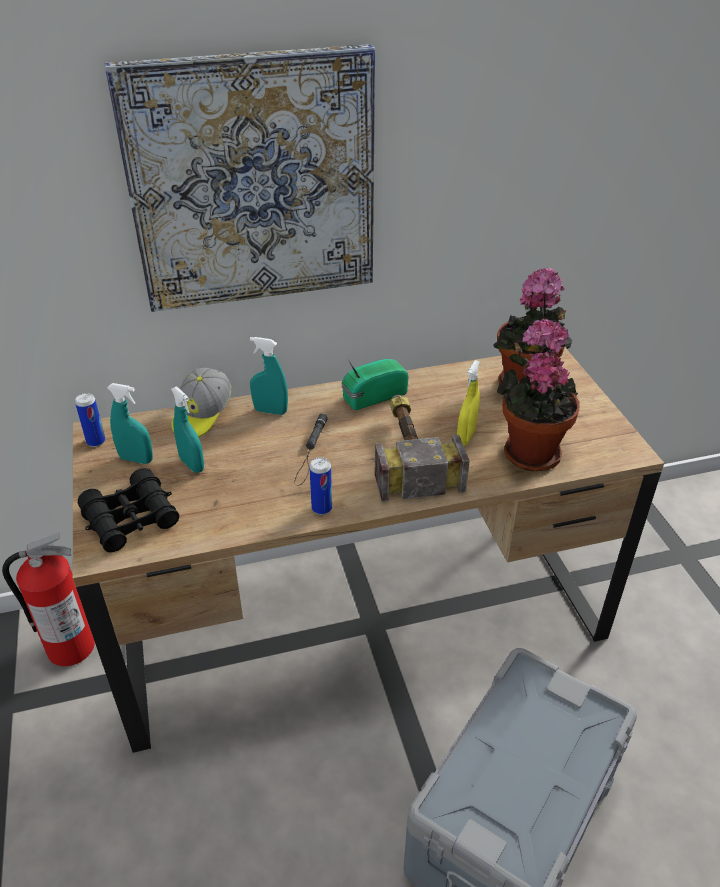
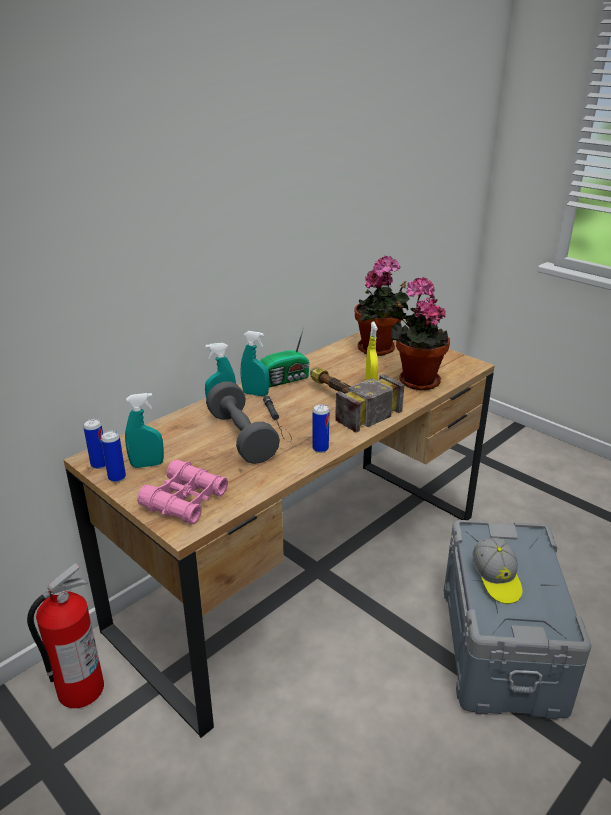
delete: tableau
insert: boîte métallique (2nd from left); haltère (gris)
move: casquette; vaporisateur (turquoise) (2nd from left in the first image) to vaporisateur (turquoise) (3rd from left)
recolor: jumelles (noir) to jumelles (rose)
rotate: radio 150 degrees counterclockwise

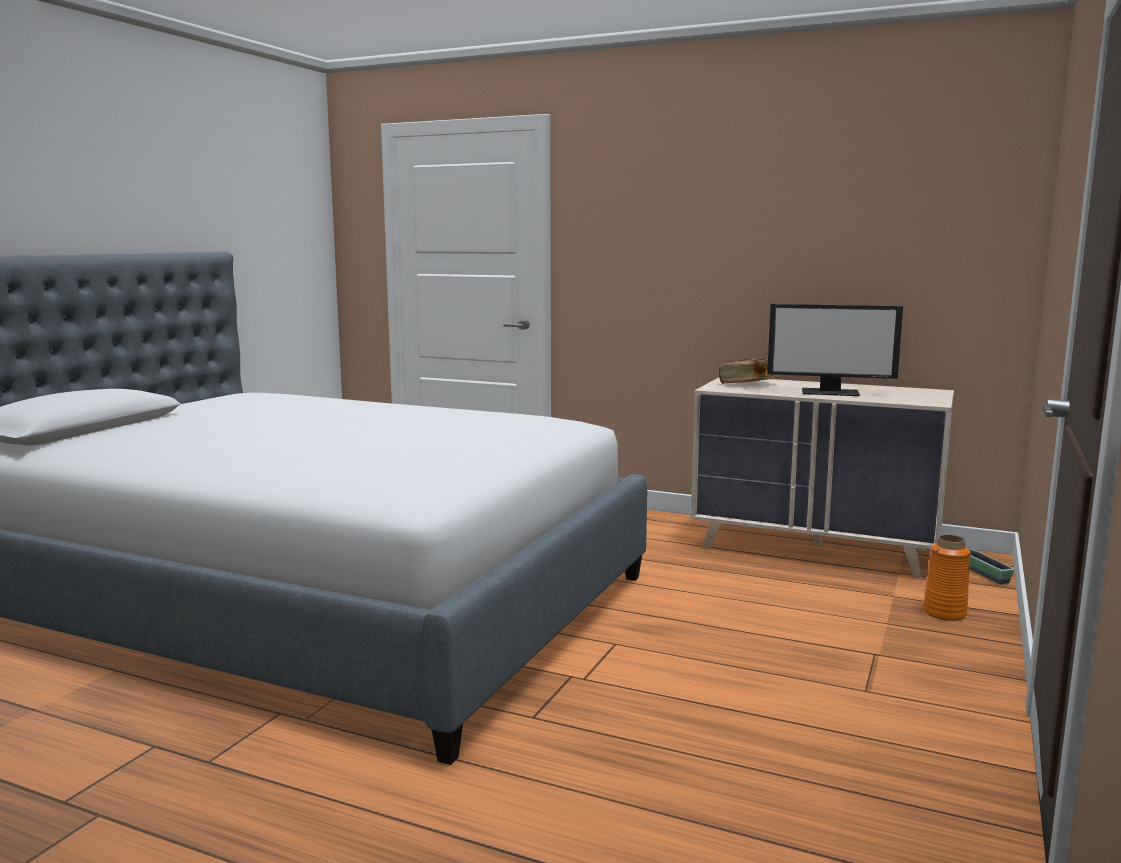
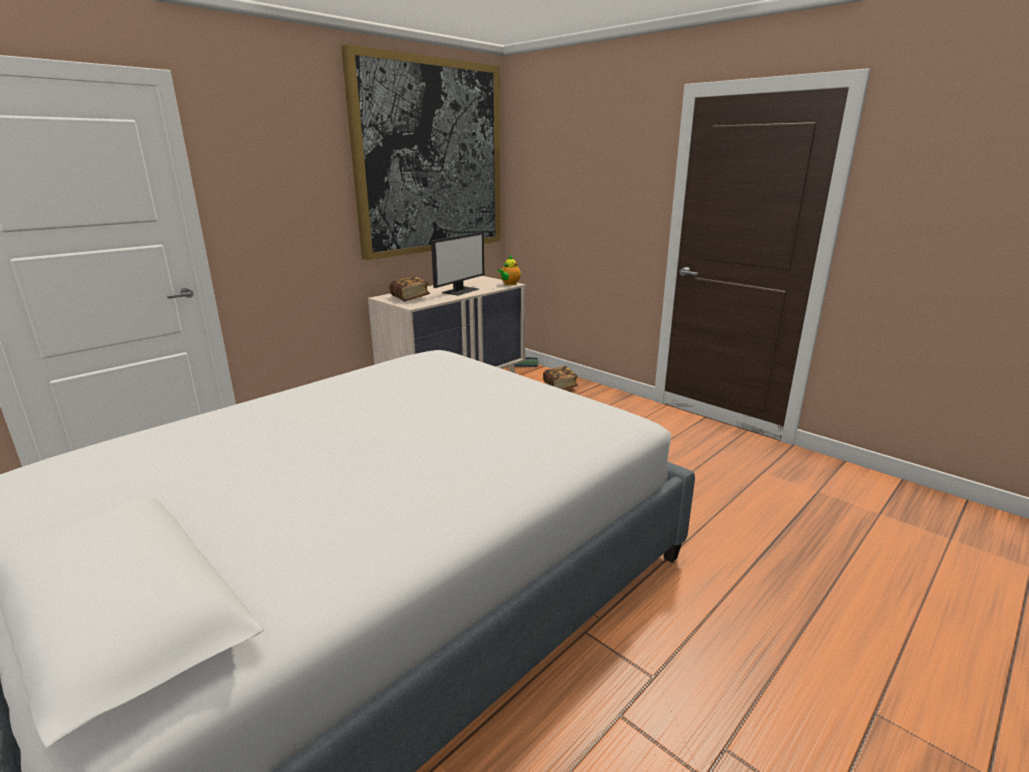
insert: tableau; théière
replace: vase (orange) to livre (2nd from left)

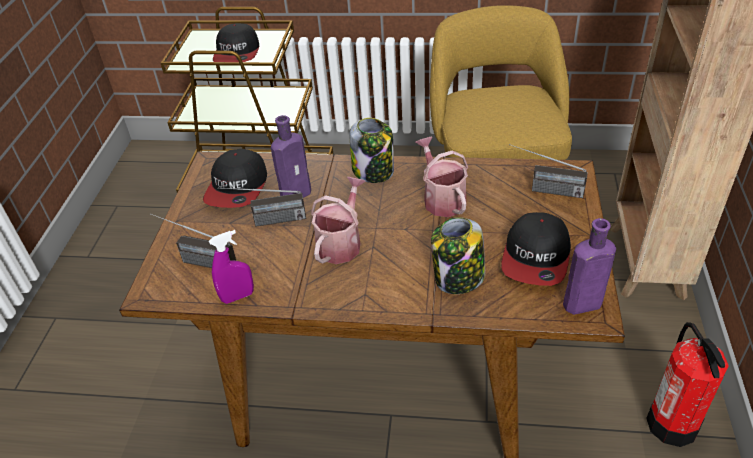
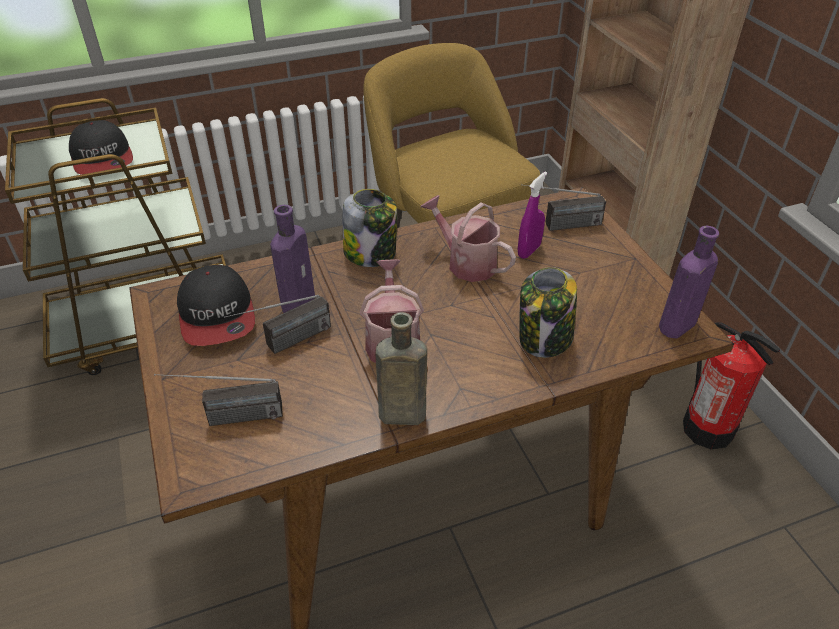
delete: casquette (3rd from left)
insert: bouteille (marron)
move: vaporisateur (violet)

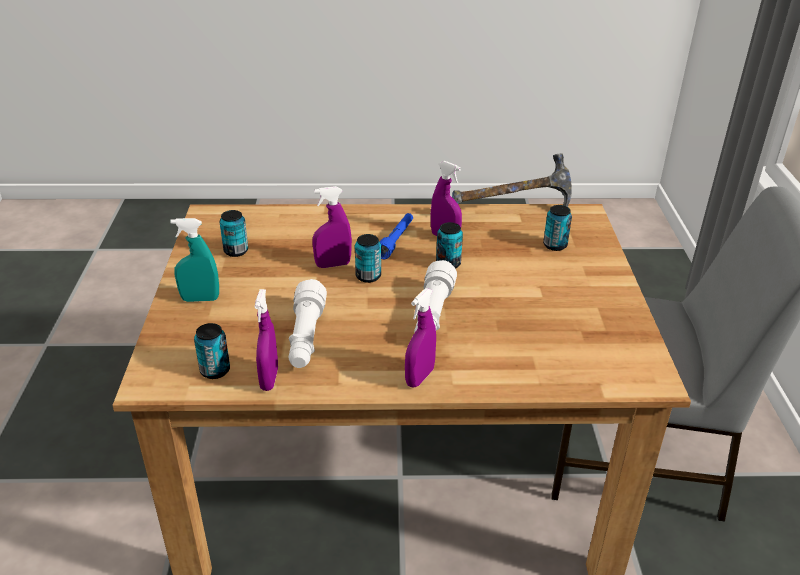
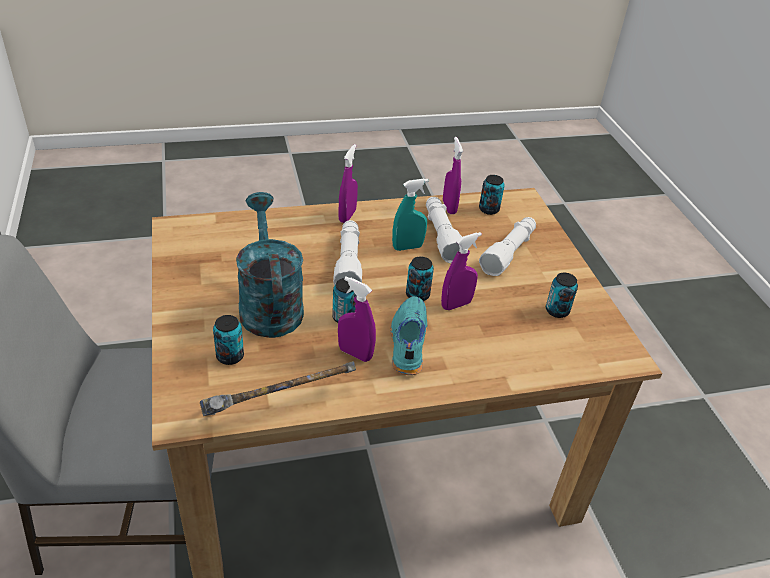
insert: arrosoir (turquoise); lampe de poche (blanc) (3rd from left)
move: vaporisateur (turquoise)
replace: lampe de poche (bleu) to chaussure (turquoise)

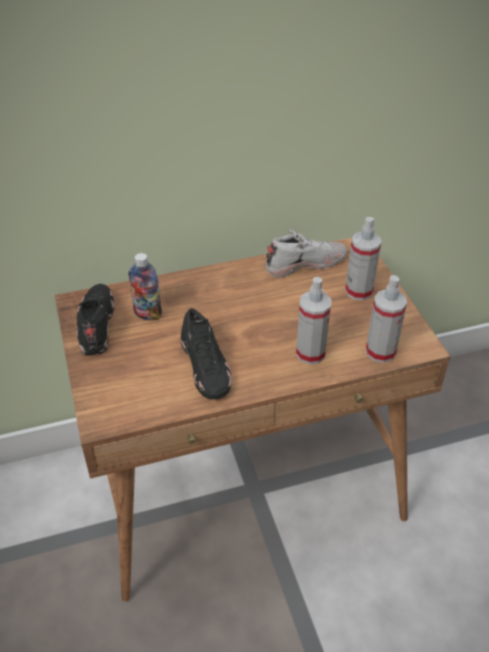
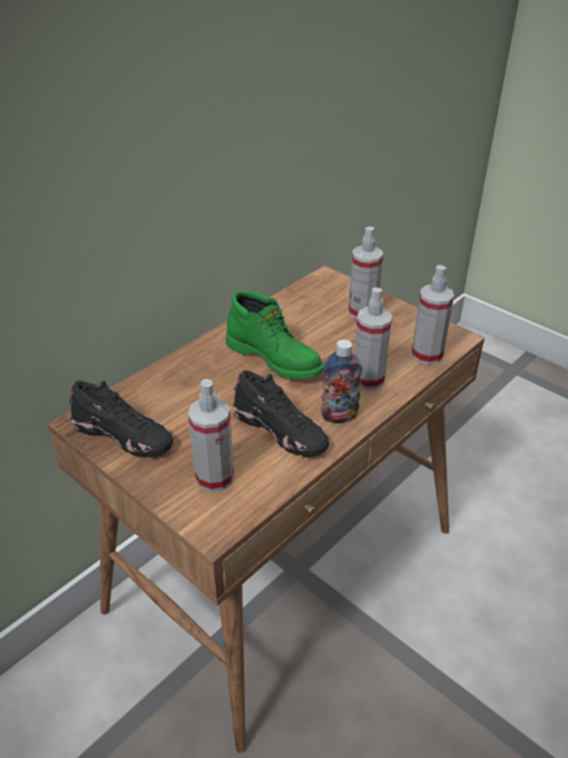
delete: chaussure (blanc)
insert: vaporisateur (1st from left); botte (vert)
move: bouteille
rotate: chaussure (noir) (1st from left) 150 degrees clockwise

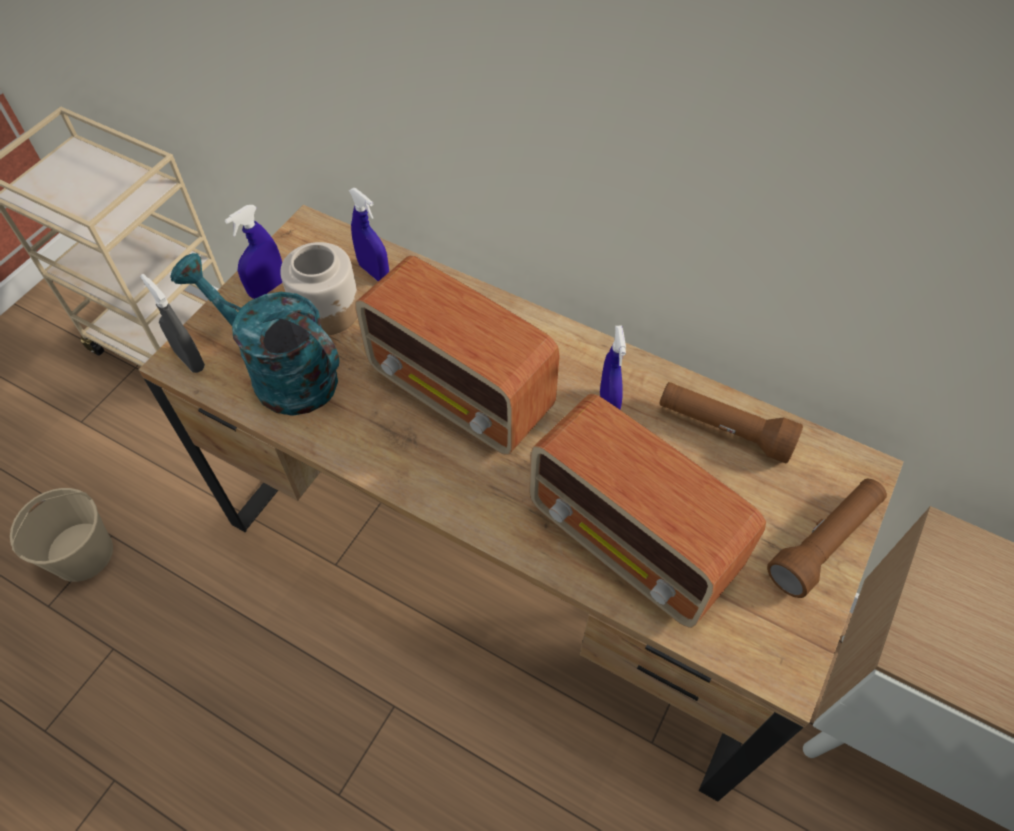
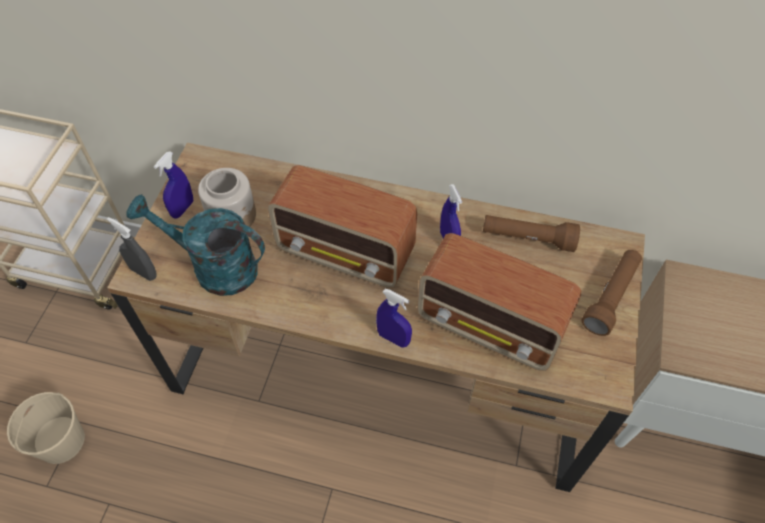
move: vaporisateur (bleu) (2nd from left)

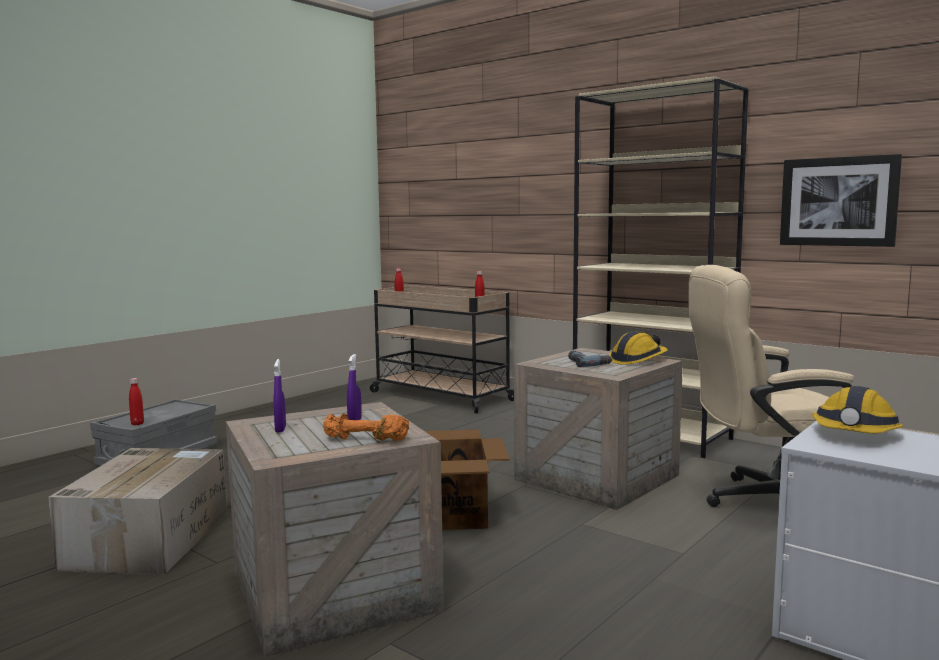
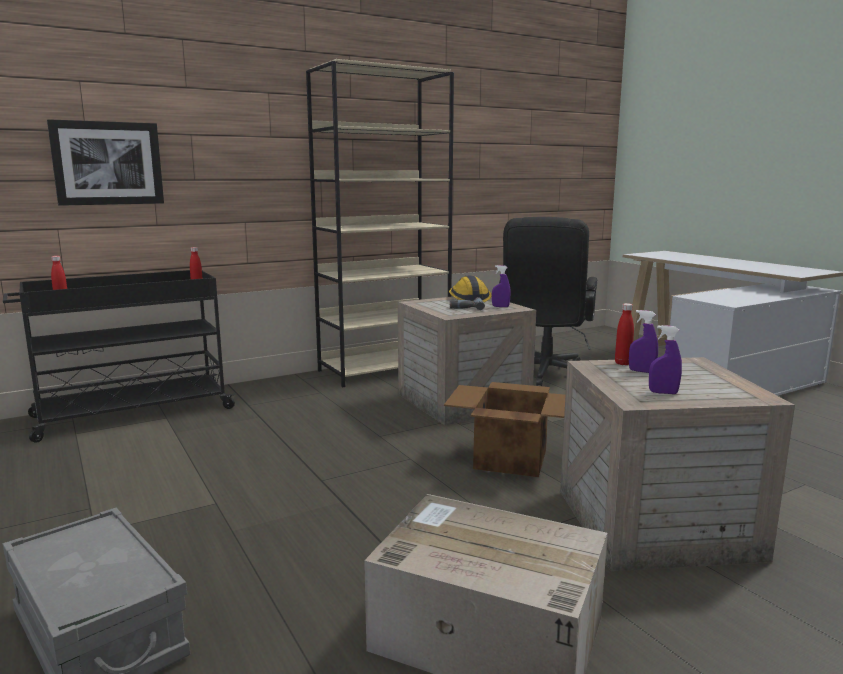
delete: haltère (orange); casque de chantier (2nd from left)
insert: vaporisateur (violet) (1st from left)
move: bouteille (rouge) (1st from left in the first image) to bouteille (rouge) (3rd from left); tableau
recolor: chariot (beige) to chariot (noir); chaise de bureau (beige) to chaise de bureau (noir)

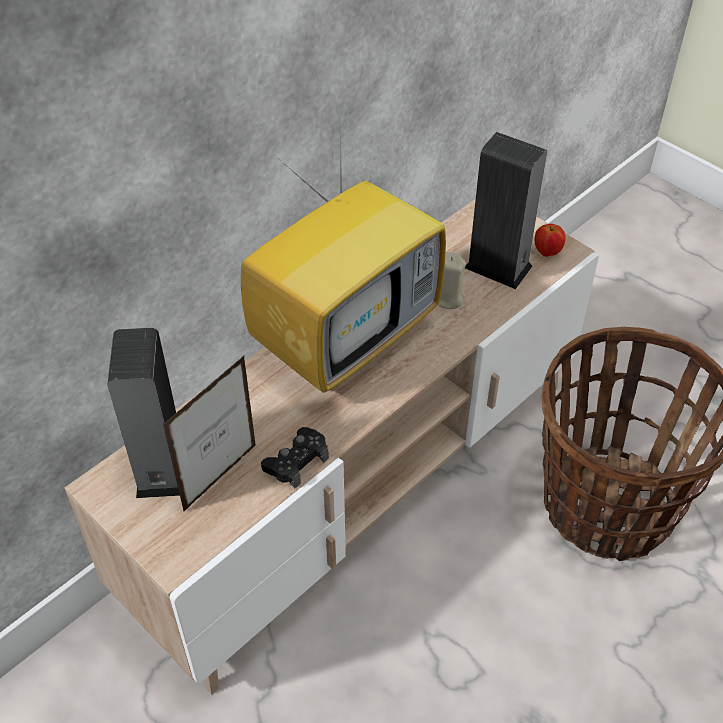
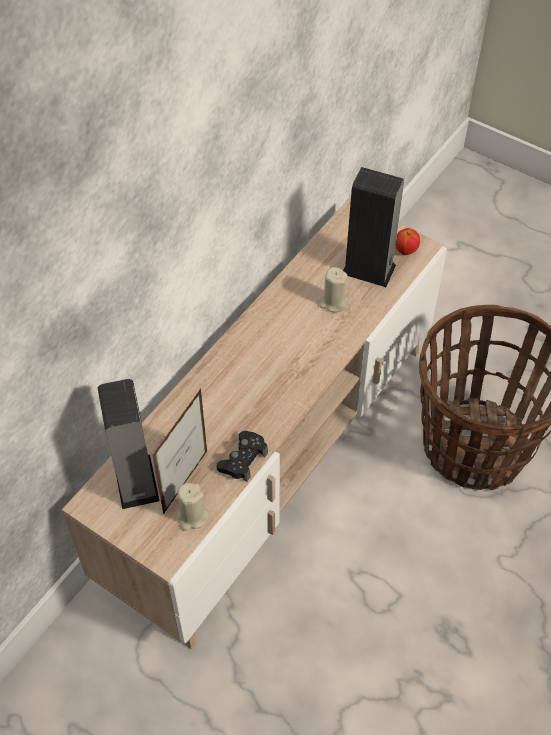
delete: téléviseur
insert: bougie (beige) (1st from left)

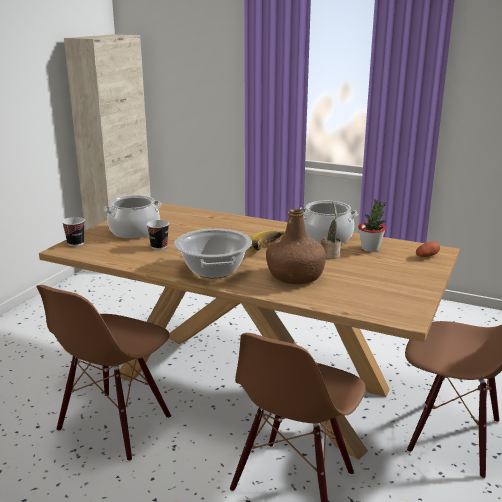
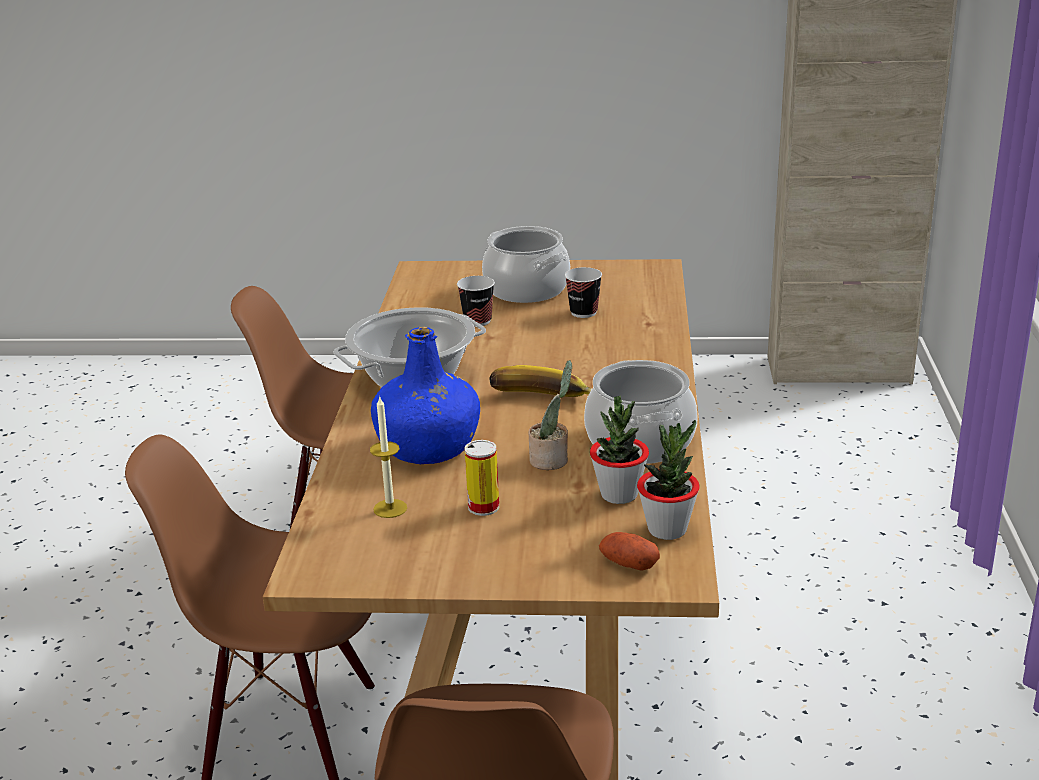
insert: bougie; boîte métallique; plante en pot (3rd from left)
move: tasse (1st from left in the first image) to tasse (2nd from left)
recolor: bouteille (marron) to bouteille (bleu)

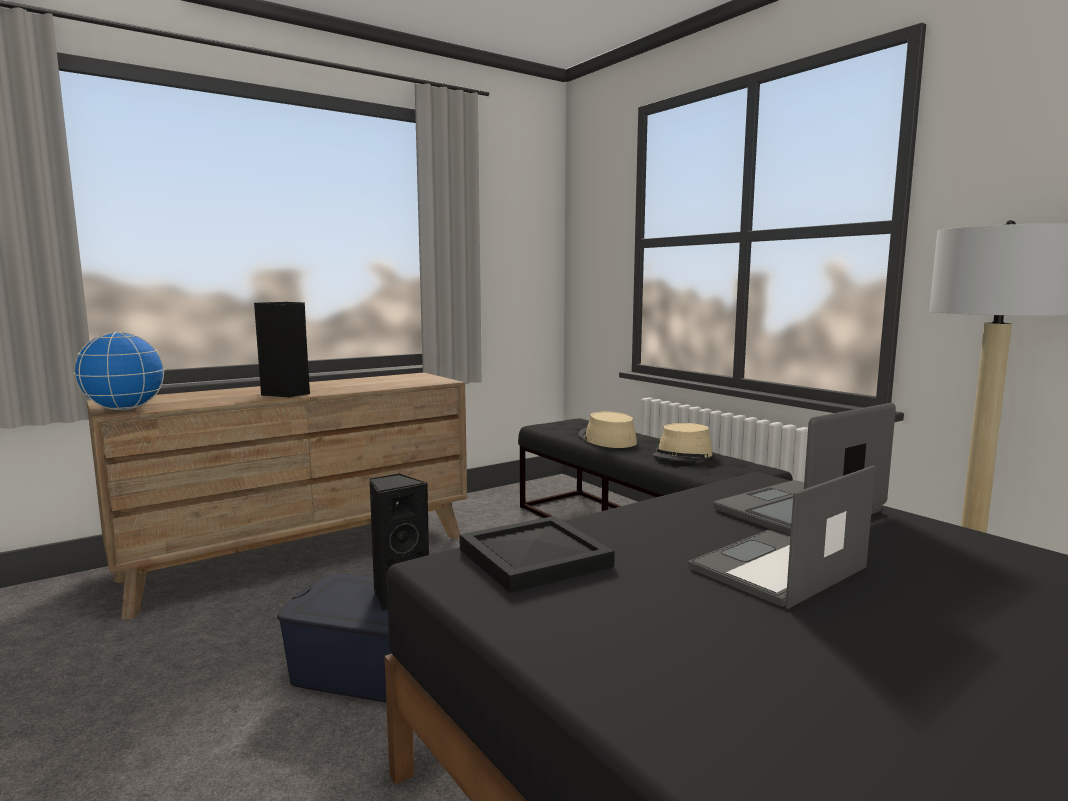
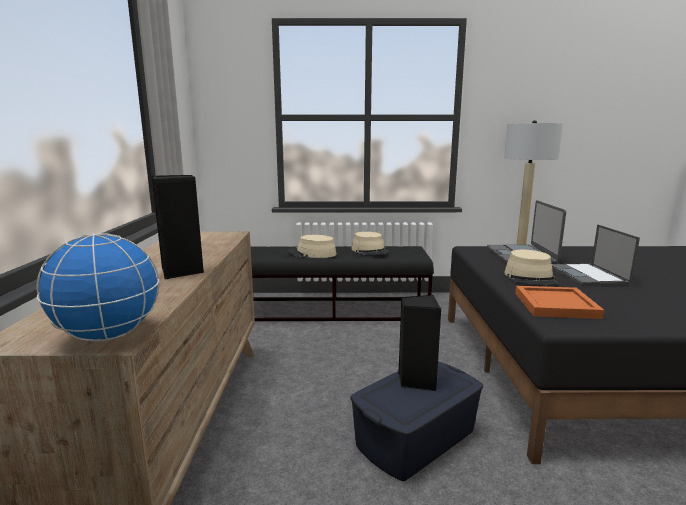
insert: chapeau (beige) (3rd from left)
recolor: plateau (noir) to plateau (orange)

